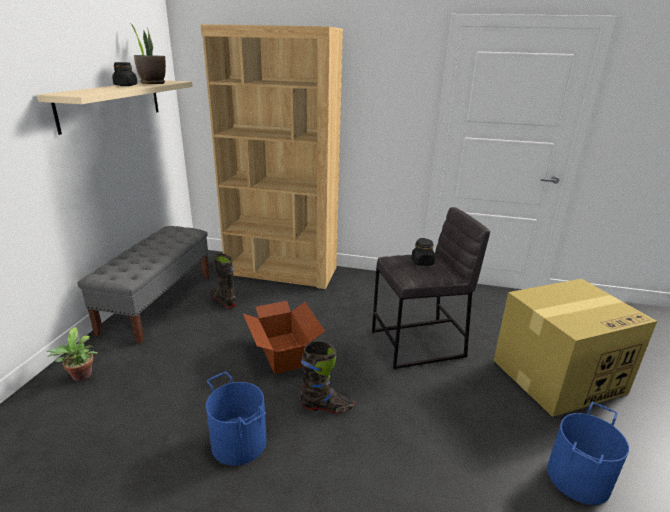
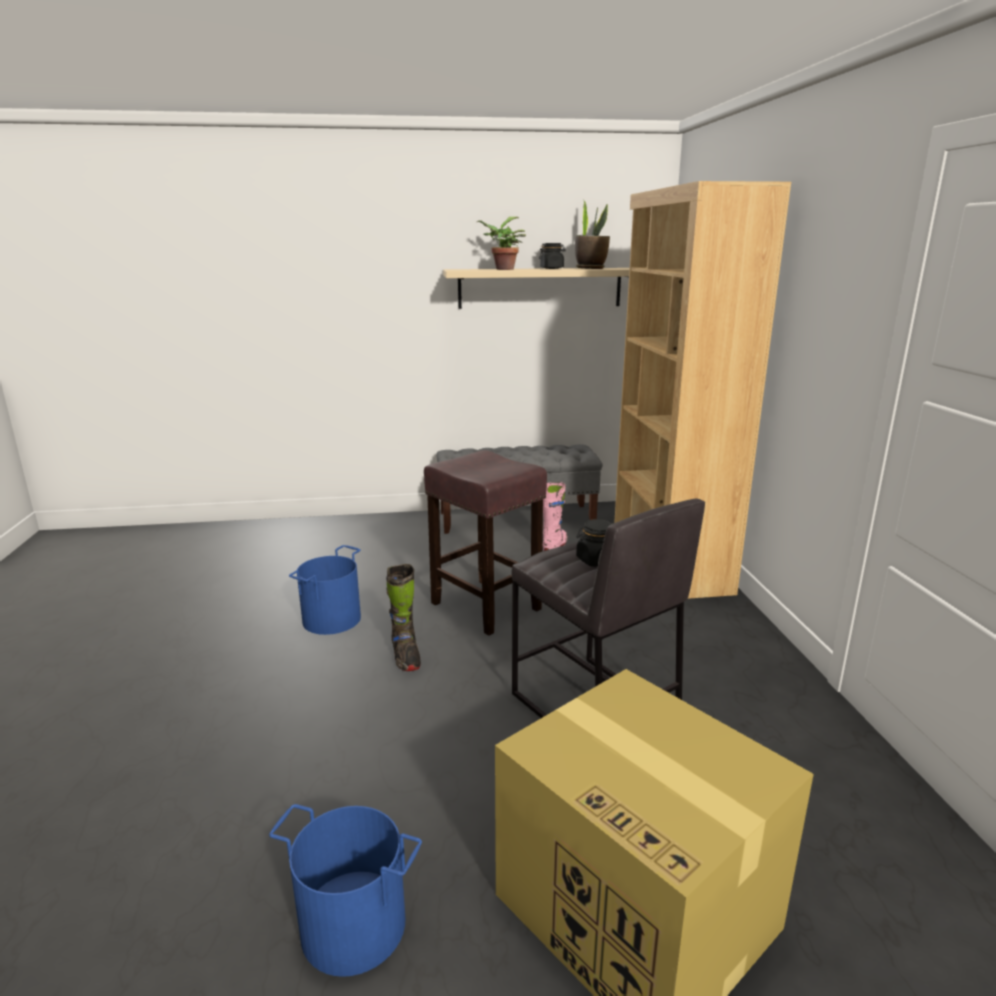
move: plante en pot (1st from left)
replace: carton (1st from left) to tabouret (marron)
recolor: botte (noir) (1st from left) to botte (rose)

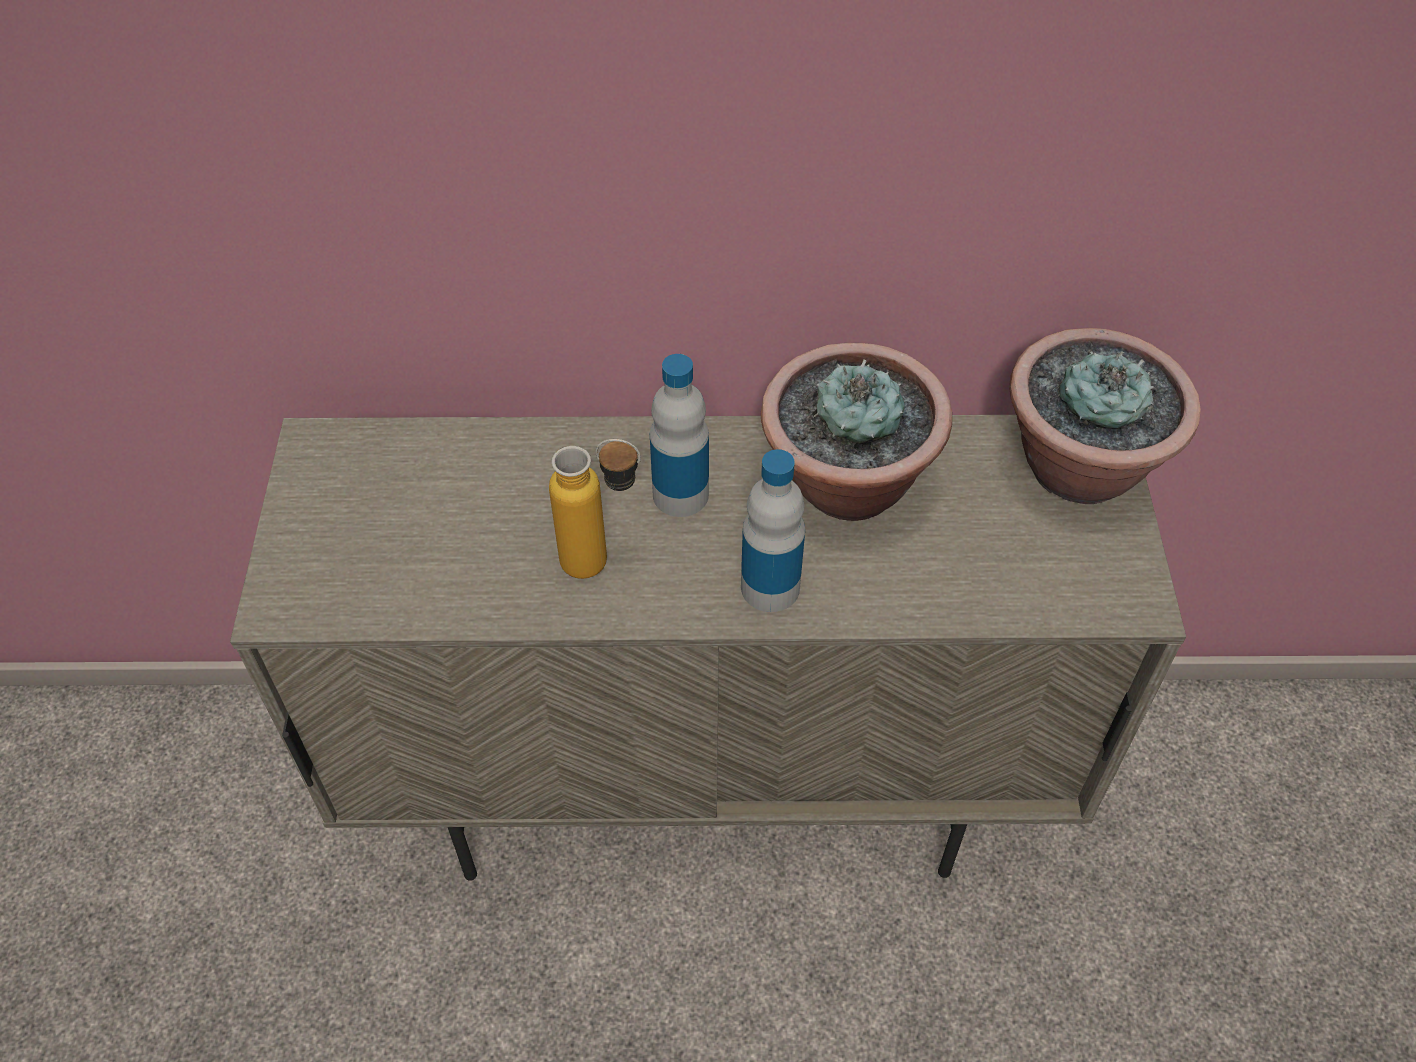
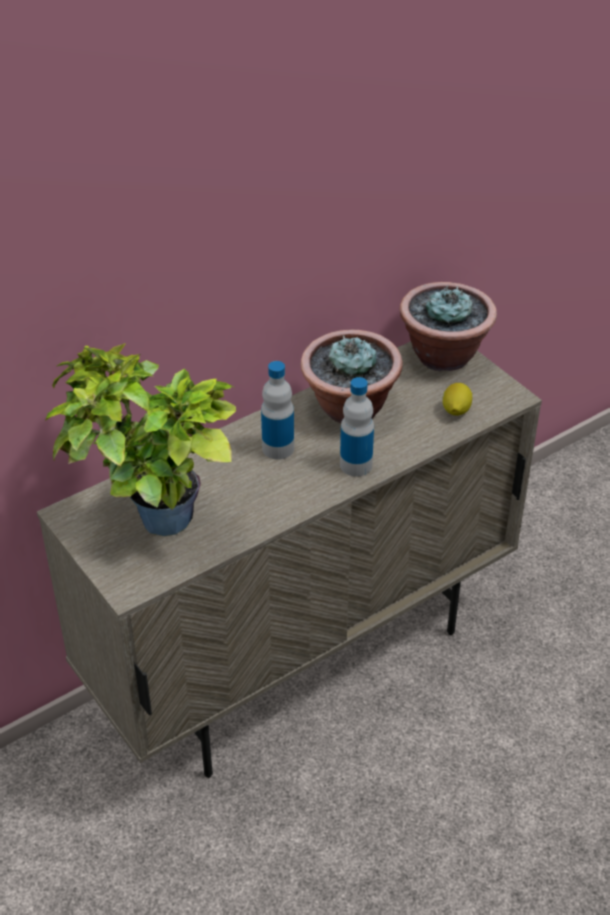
delete: bouteille (1st from left)
insert: plante en pot (1st from left); citron

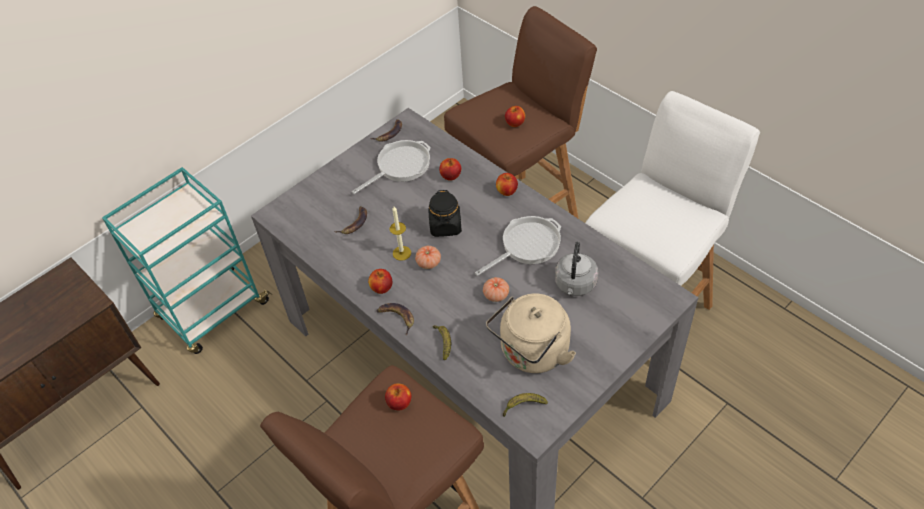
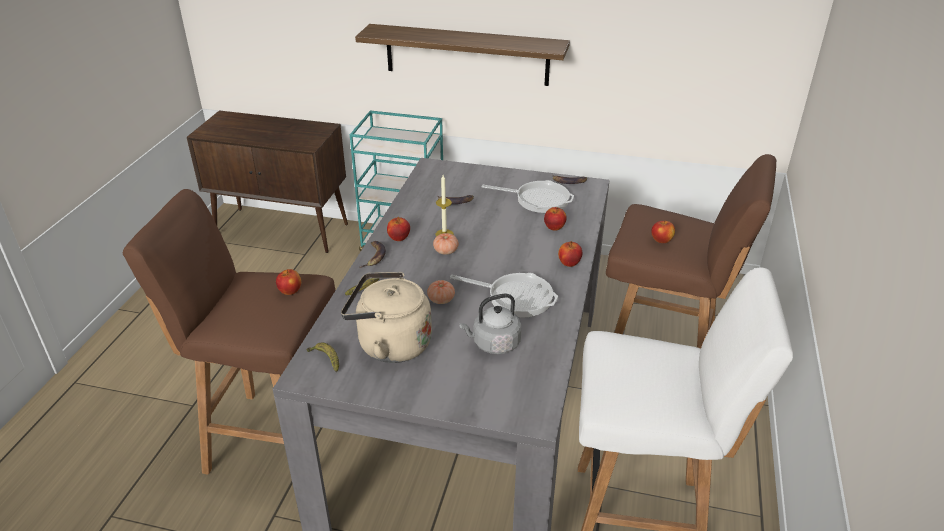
delete: bocal (noir)
insert: étagère

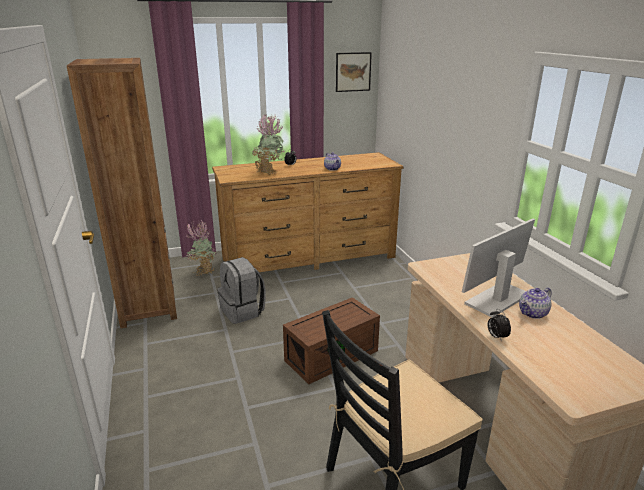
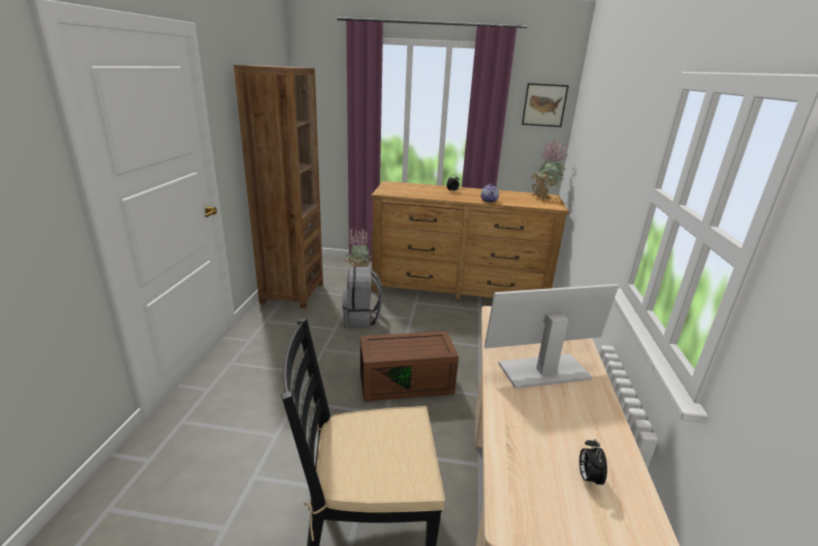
delete: théière (2nd from left)
move: plante en pot (2nd from left); réveil (2nd from left)

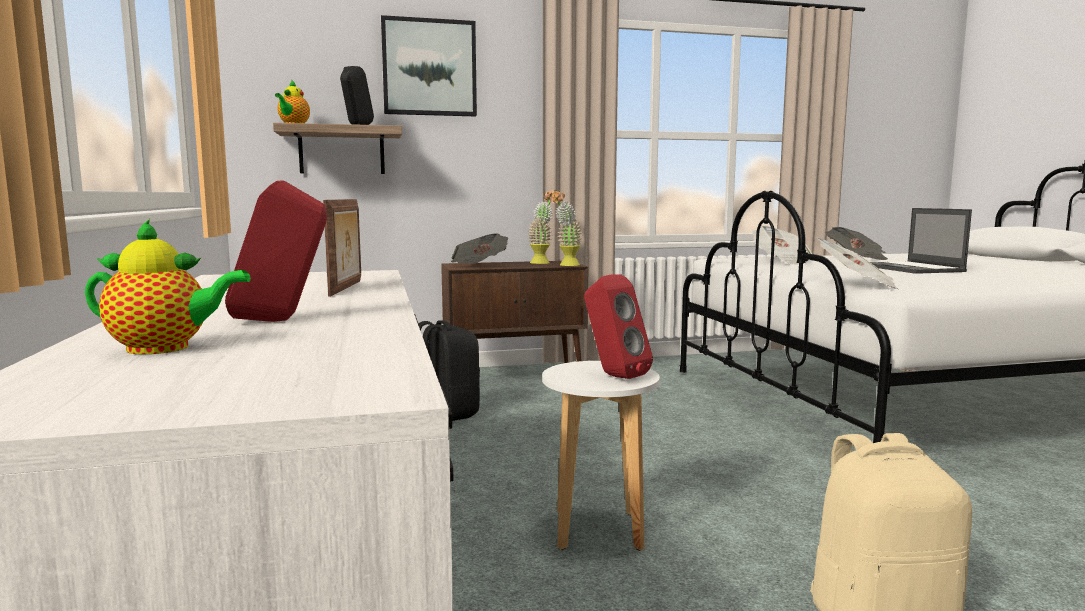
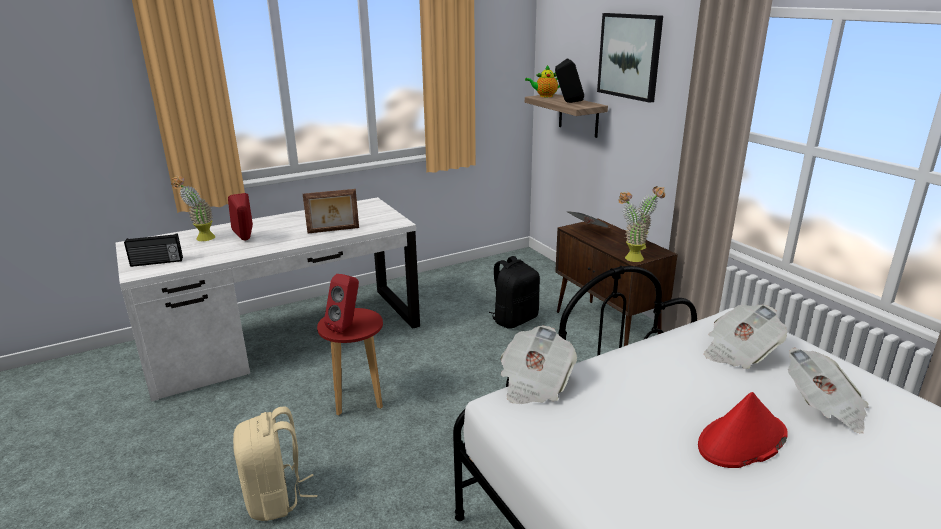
insert: radio
replace: théière (1st from left) to plante en pot (1st from left); ordinateur portable to chapeau (rouge)
recolor: tabouret (blanc) to tabouret (rouge)

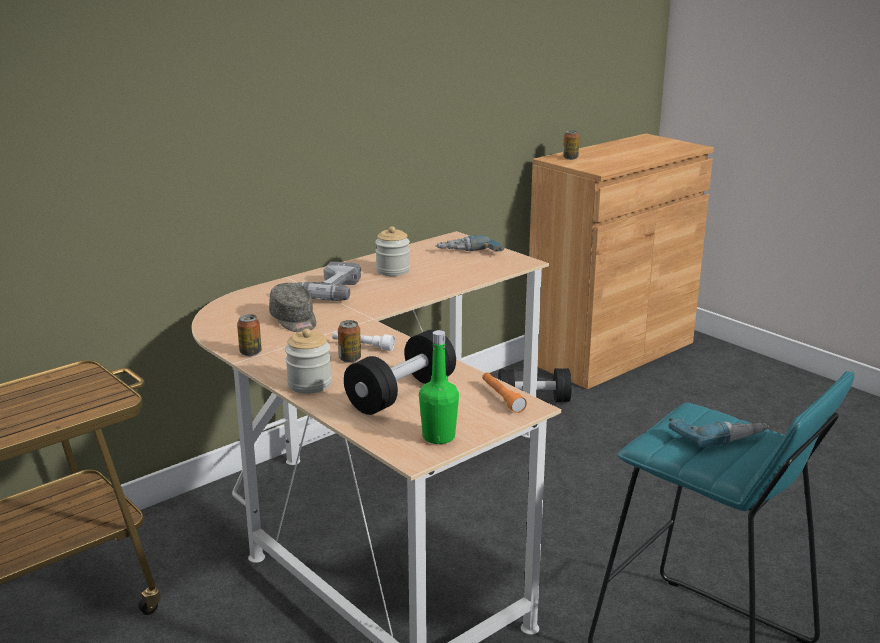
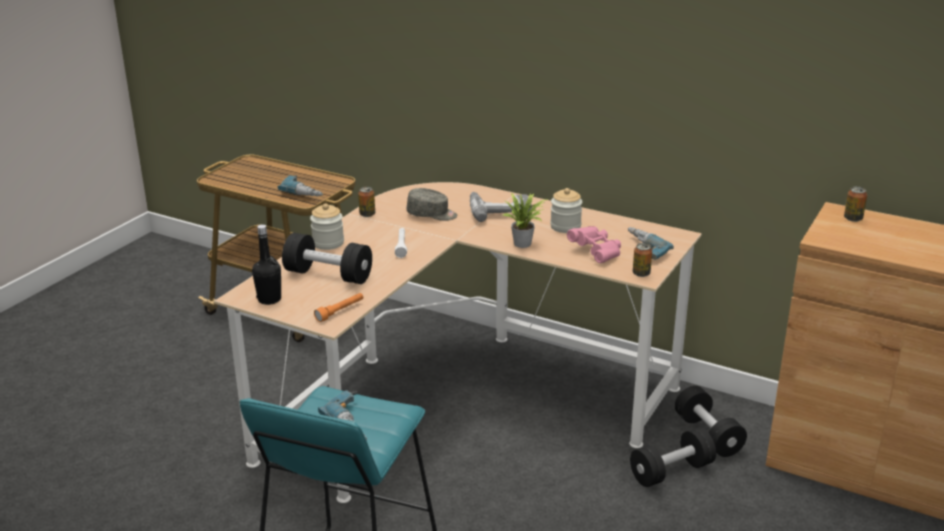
insert: perceuse (1st from left); plante en pot; jumelles (rose); haltère (noir) (2nd from left)
move: boîte métallique (2nd from left)
recolor: bouteille (vert) to bouteille (noir)
rotate: casquette (gris) 120 degrees counterclockwise

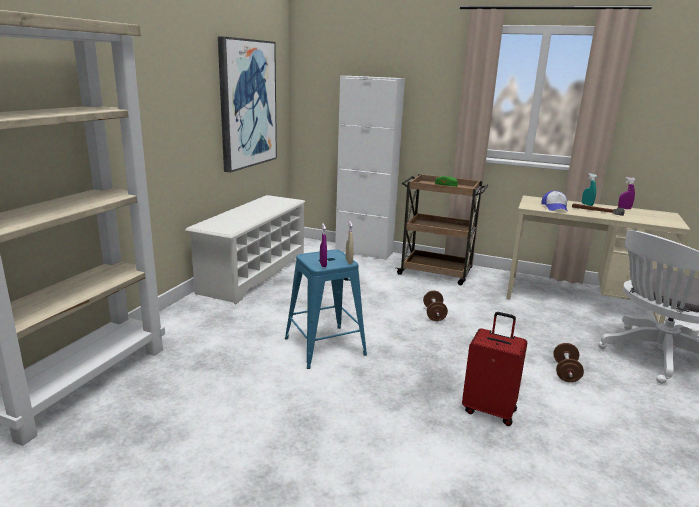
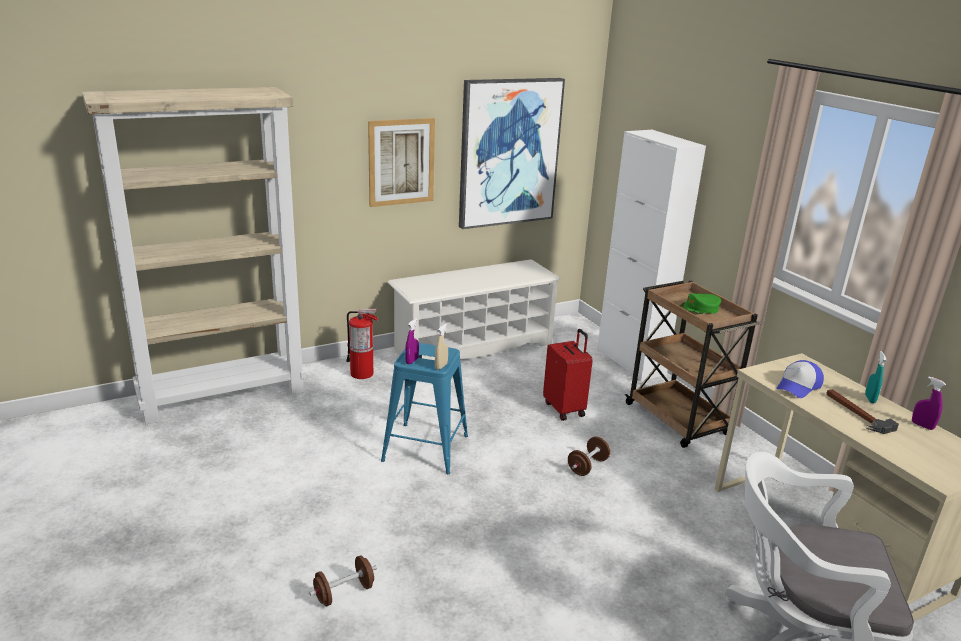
insert: extincteur; tableau (1st from left)
move: valise (rouge); haltère (marron) (2nd from left in the first image) to haltère (marron) (1st from left)

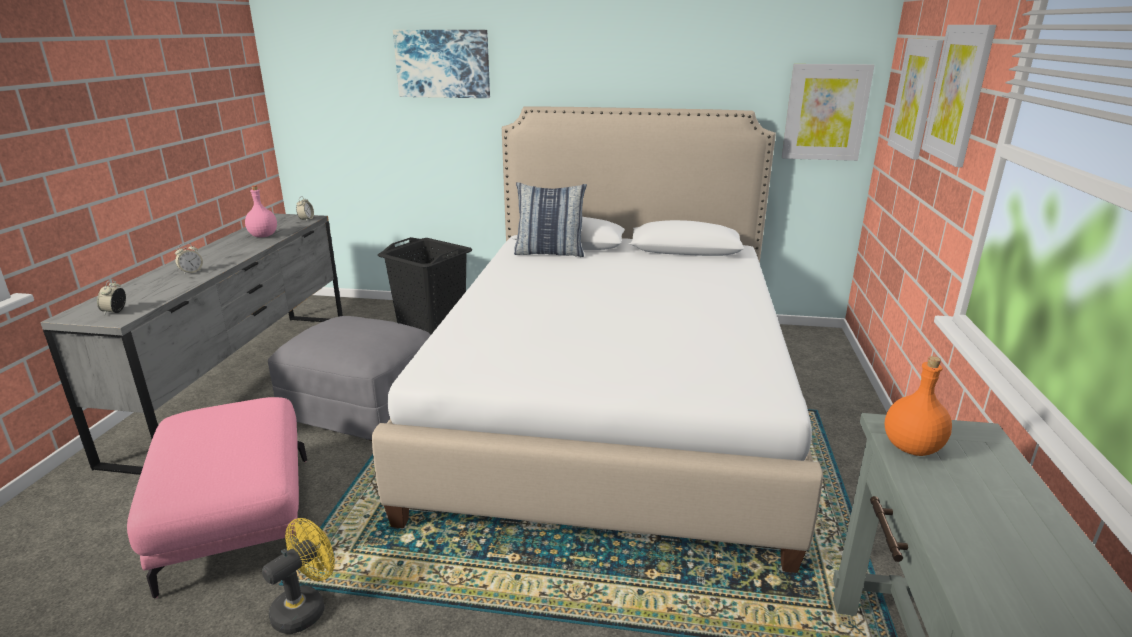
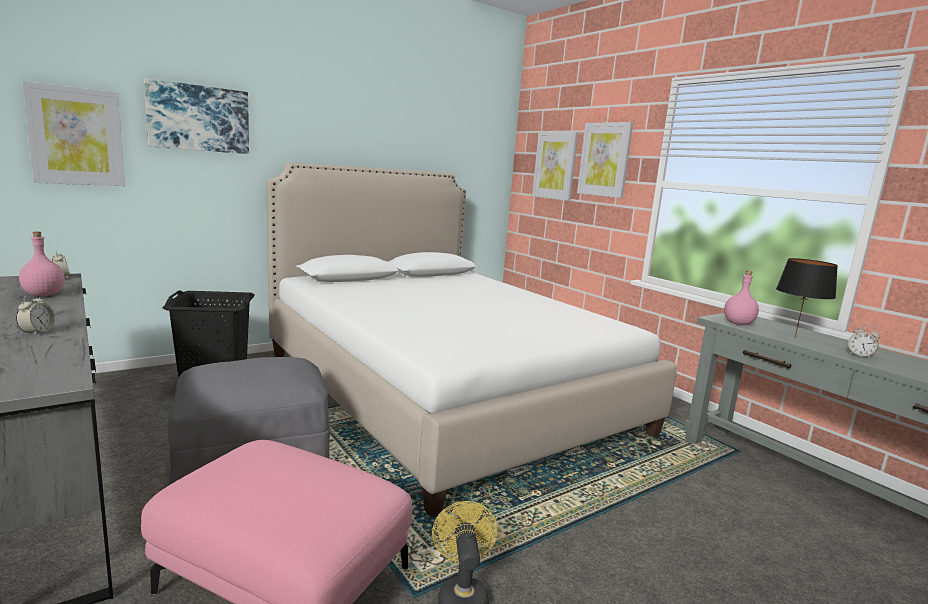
delete: coussin
insert: lampe de table (noir)
move: réveil (1st from left in the first image) to réveil (3rd from left); tableau (2nd from left in the first image) to tableau (1st from left)
recolor: bouteille (orange) to bouteille (rose) (2nd from left)

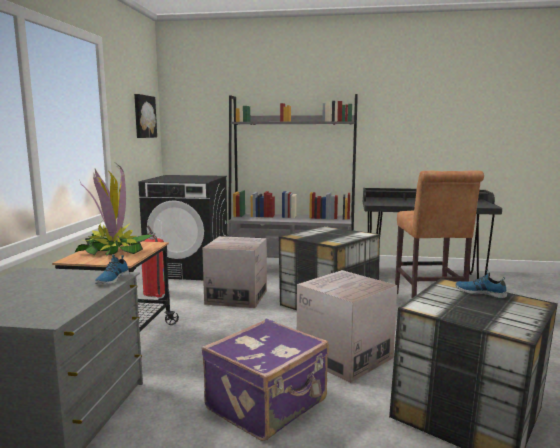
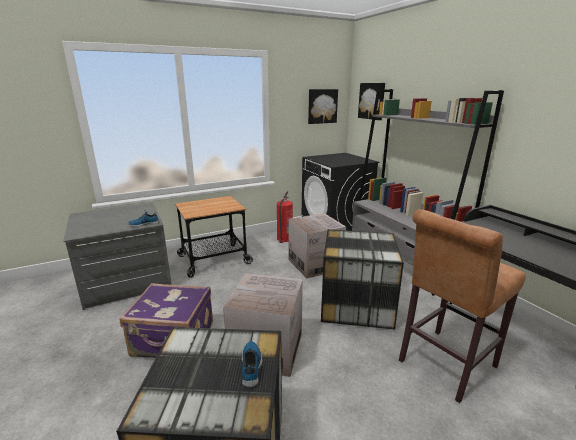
delete: plante en pot
insert: tableau (2nd from left)

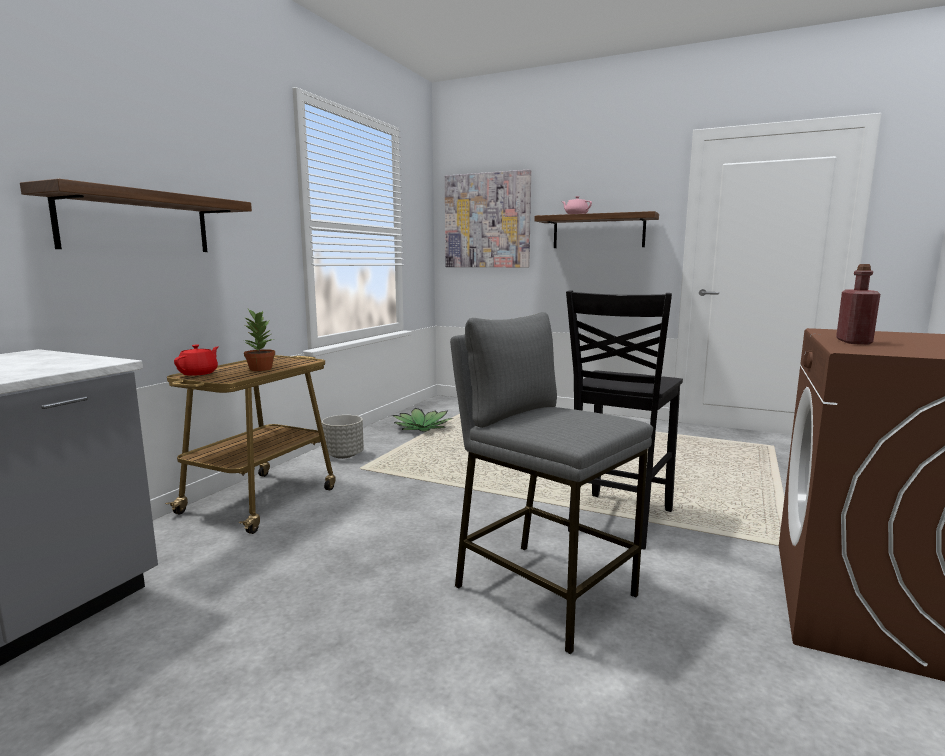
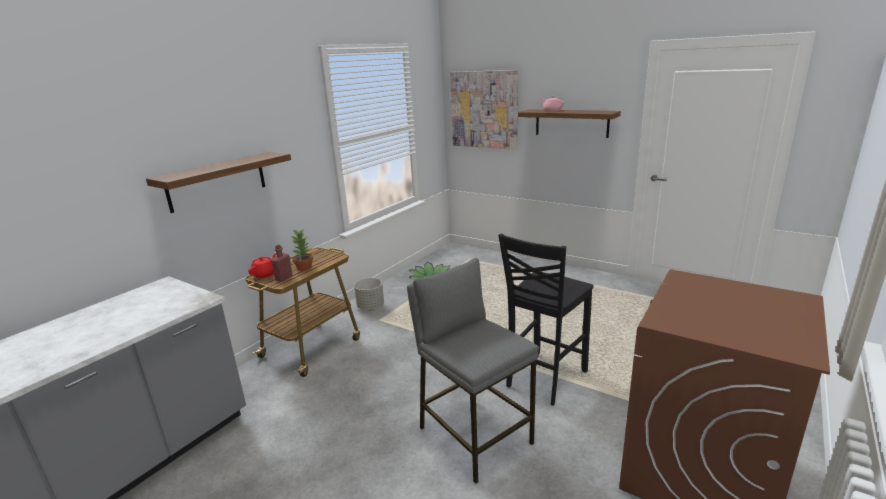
move: bouteille (rouge)

